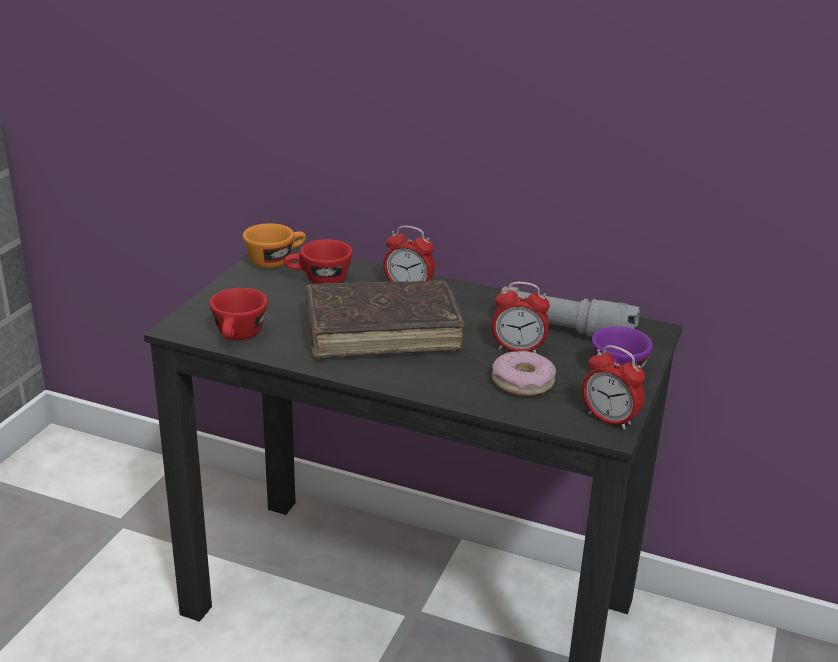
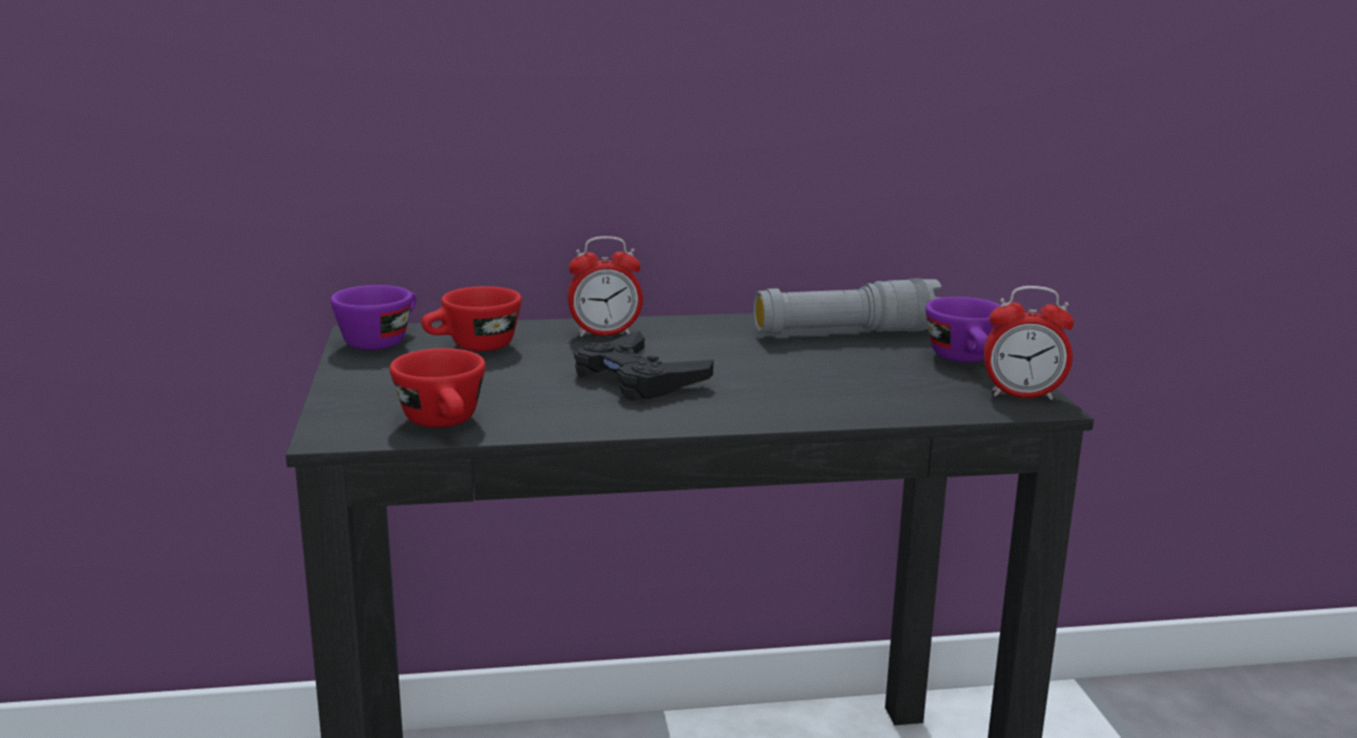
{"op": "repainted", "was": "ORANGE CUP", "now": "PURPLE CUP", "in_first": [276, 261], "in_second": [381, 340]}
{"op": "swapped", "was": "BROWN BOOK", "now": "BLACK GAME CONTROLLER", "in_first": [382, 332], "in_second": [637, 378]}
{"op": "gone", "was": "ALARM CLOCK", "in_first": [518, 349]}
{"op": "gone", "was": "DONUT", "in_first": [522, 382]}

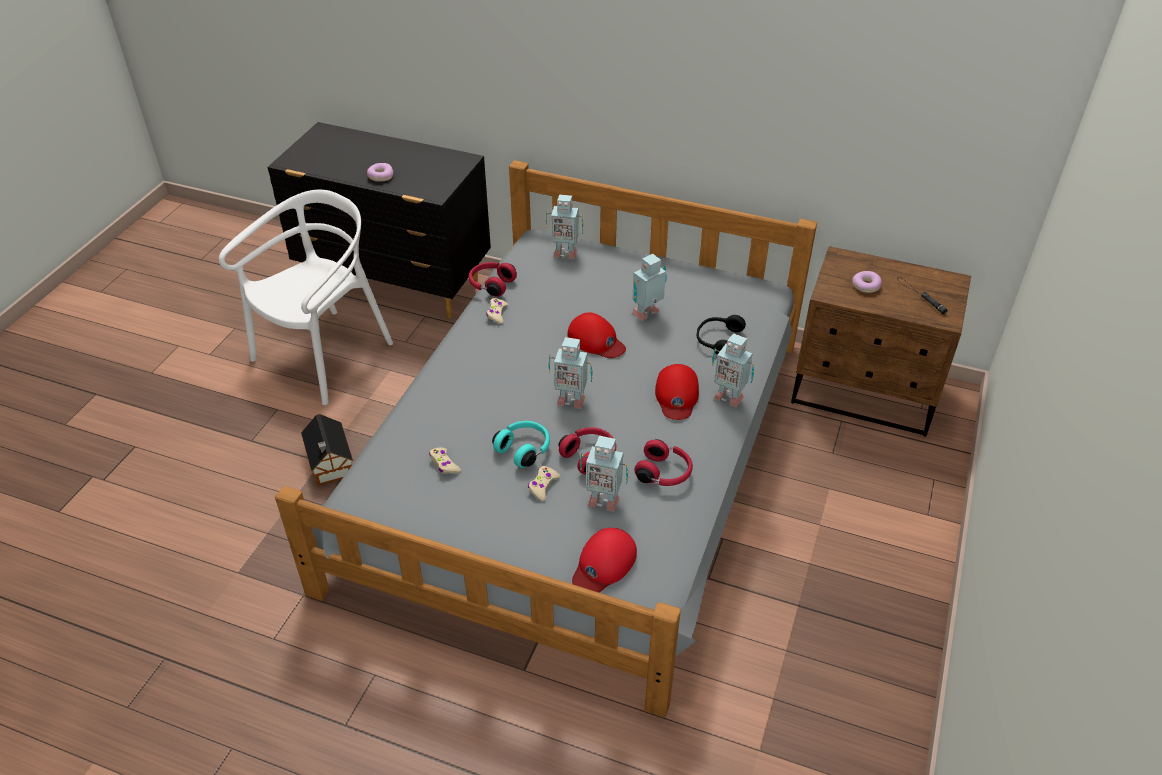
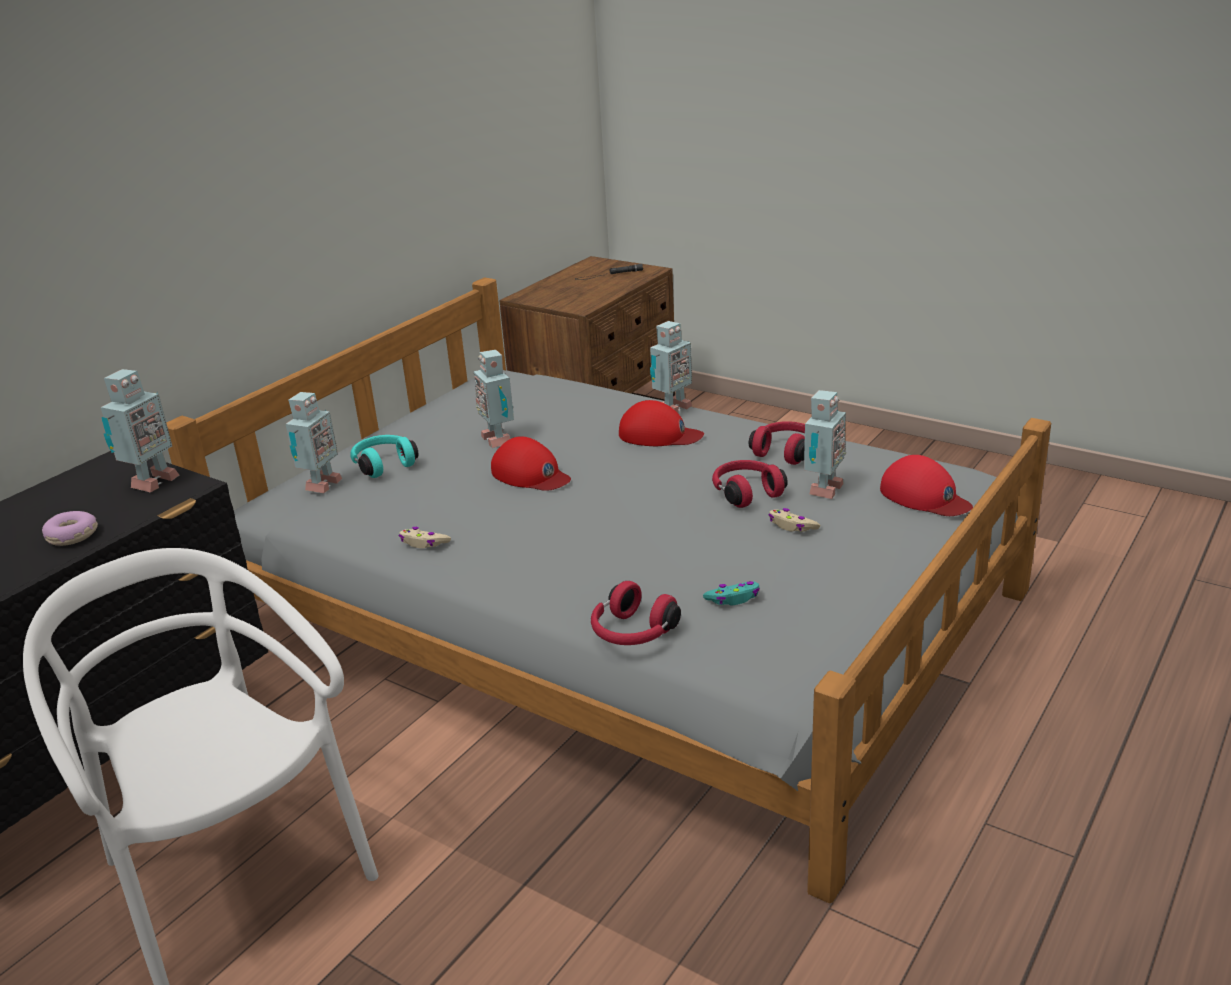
{"op": "shifted", "was": "TOY ROBOT", "in_first": [570, 399], "in_second": [151, 482]}
{"op": "shifted", "was": "TURQUOISE HEADPHONES", "in_first": [524, 449], "in_second": [383, 465]}
{"op": "rotated", "was": "RED CAP", "in_first": [596, 340], "in_second": [531, 474], "clockwise": 75}
{"op": "shifted", "was": "RED HEADPHONES", "in_first": [491, 285], "in_second": [632, 633]}
{"op": "repainted", "was": "BEIGE GAME CONTROLLER", "now": "TURQUOISE GAME CONTROLLER", "in_first": [444, 464], "in_second": [733, 599]}
{"op": "gone", "was": "TOY HOUSE", "in_first": [330, 464]}
{"op": "gone", "was": "BLACK HEADPHONES", "in_first": [717, 340]}
{"op": "gone", "was": "DONUT", "in_first": [866, 286]}

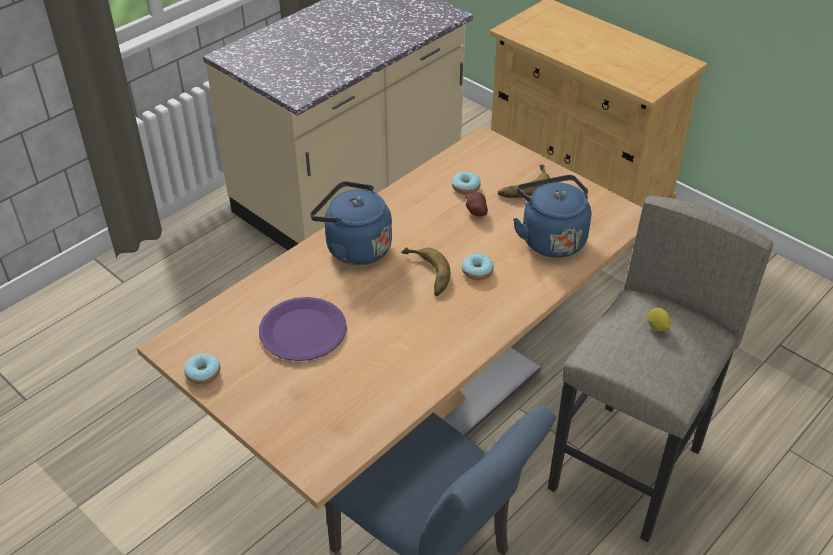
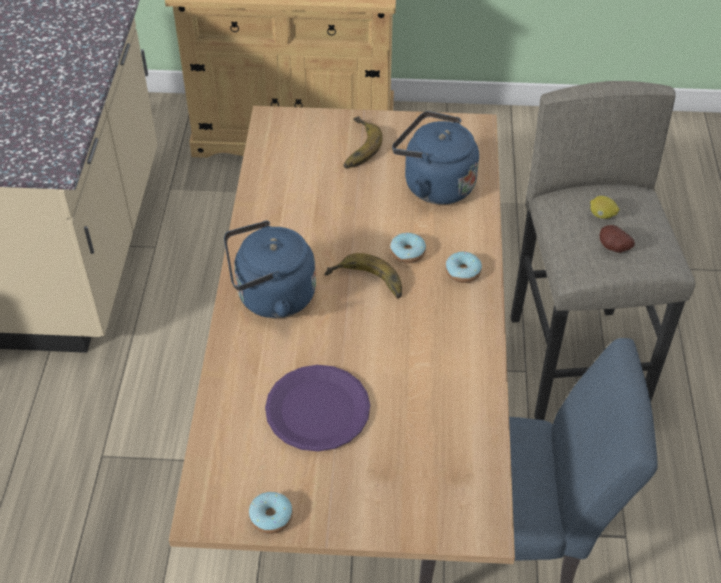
{"op": "shifted", "was": "DONUT", "in_first": [465, 187], "in_second": [462, 272]}
{"op": "shifted", "was": "POTATO", "in_first": [475, 212], "in_second": [613, 248]}

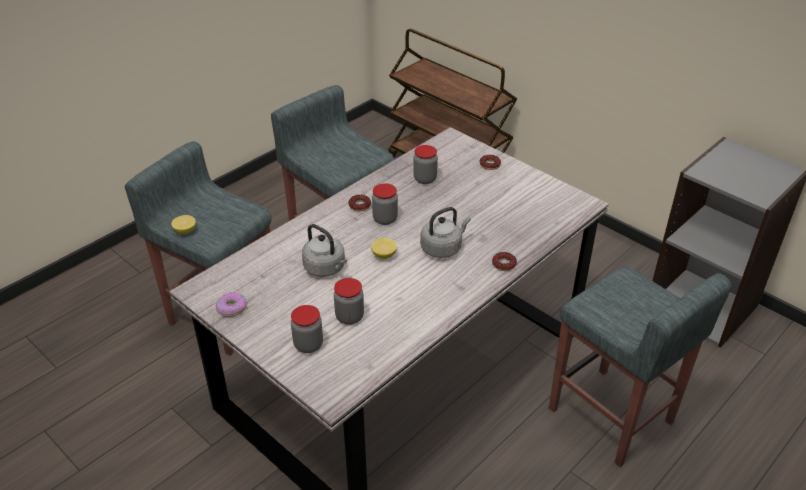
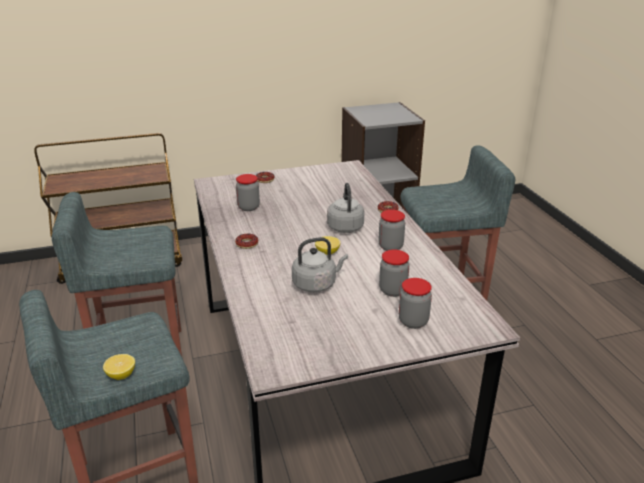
{"op": "shifted", "was": "JAR", "in_first": [385, 219], "in_second": [390, 247]}
{"op": "gone", "was": "DONUT", "in_first": [231, 308]}

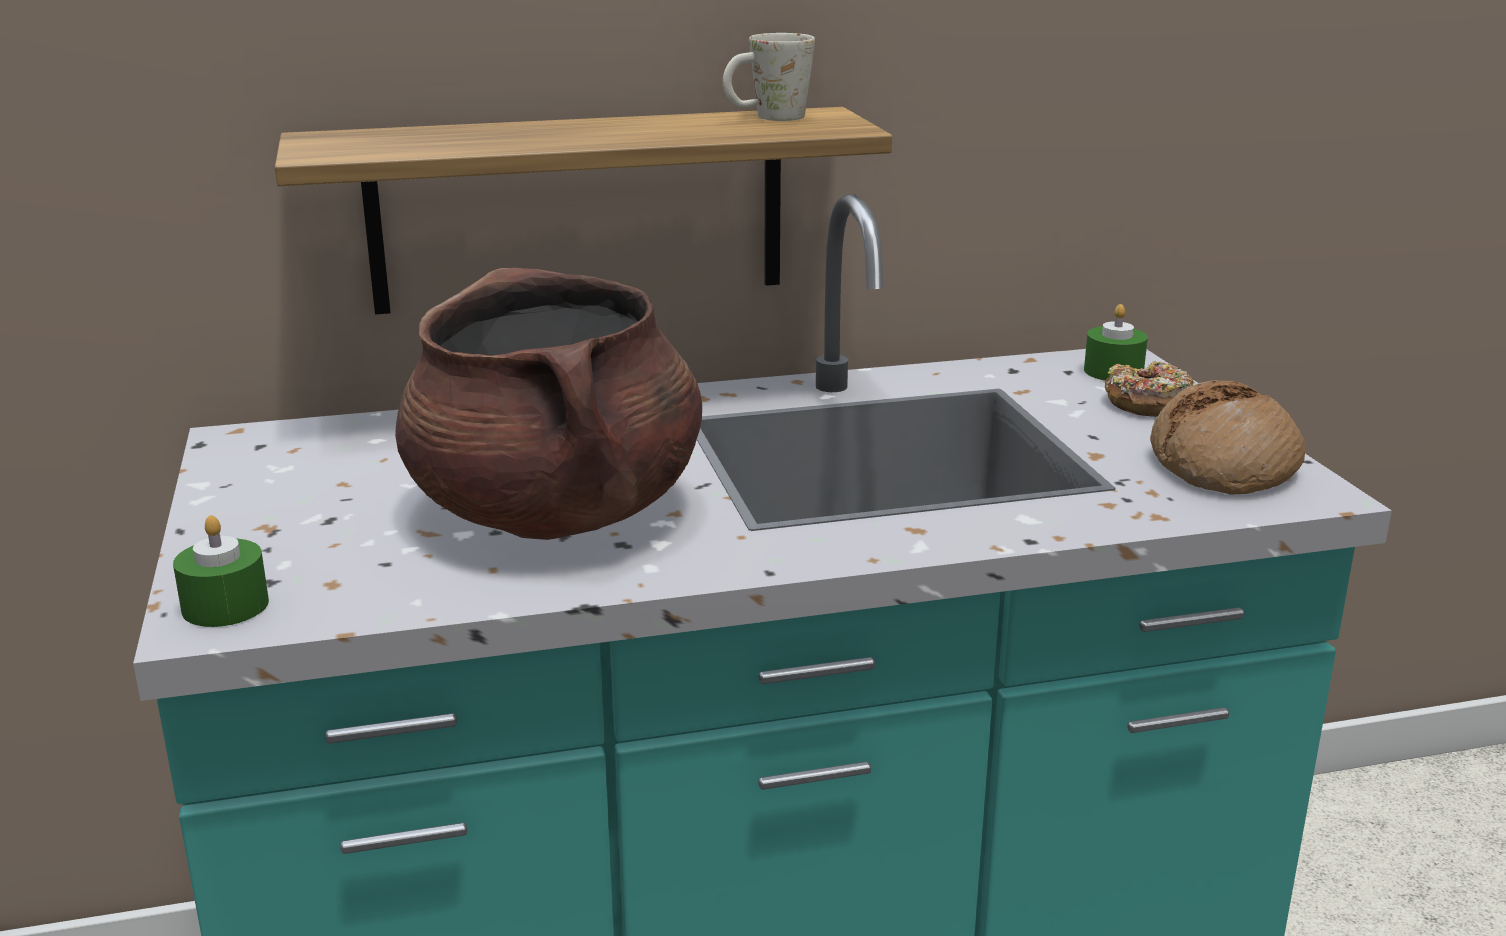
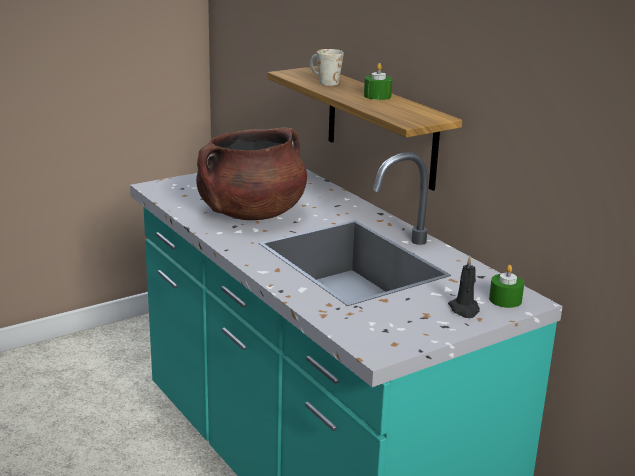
{"op": "shifted", "was": "WHITE MUG", "in_first": [767, 118], "in_second": [323, 82]}
{"op": "shifted", "was": "GREEN CANDLE", "in_first": [225, 606], "in_second": [377, 96]}
{"op": "swapped", "was": "DONUT", "now": "BLACK CANDLE", "in_first": [1148, 404], "in_second": [464, 309]}
{"op": "gone", "was": "BREAD", "in_first": [1224, 465]}

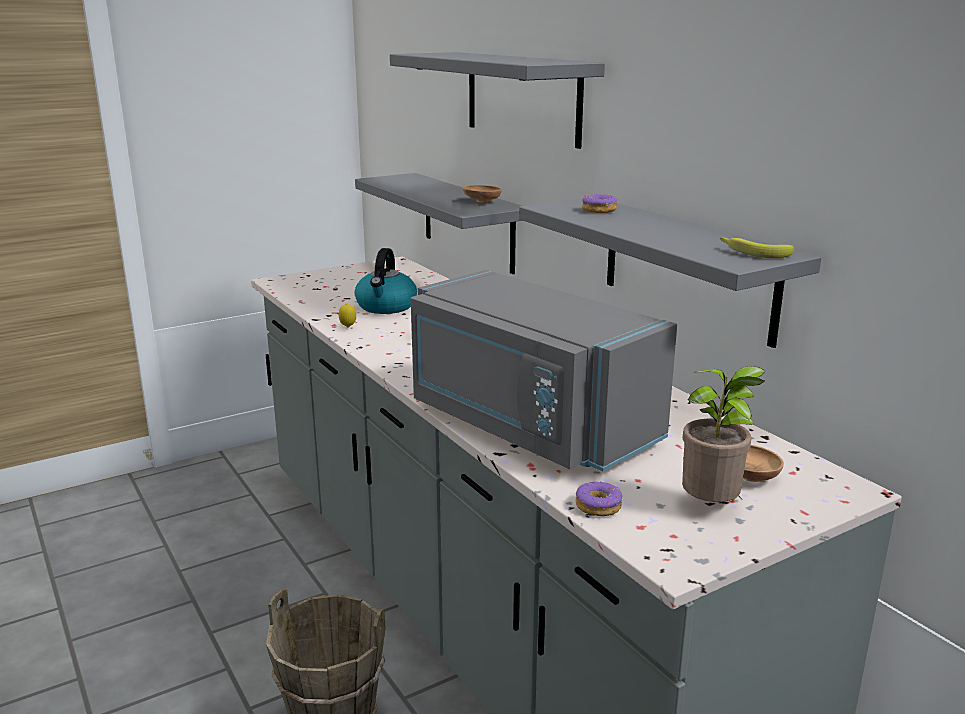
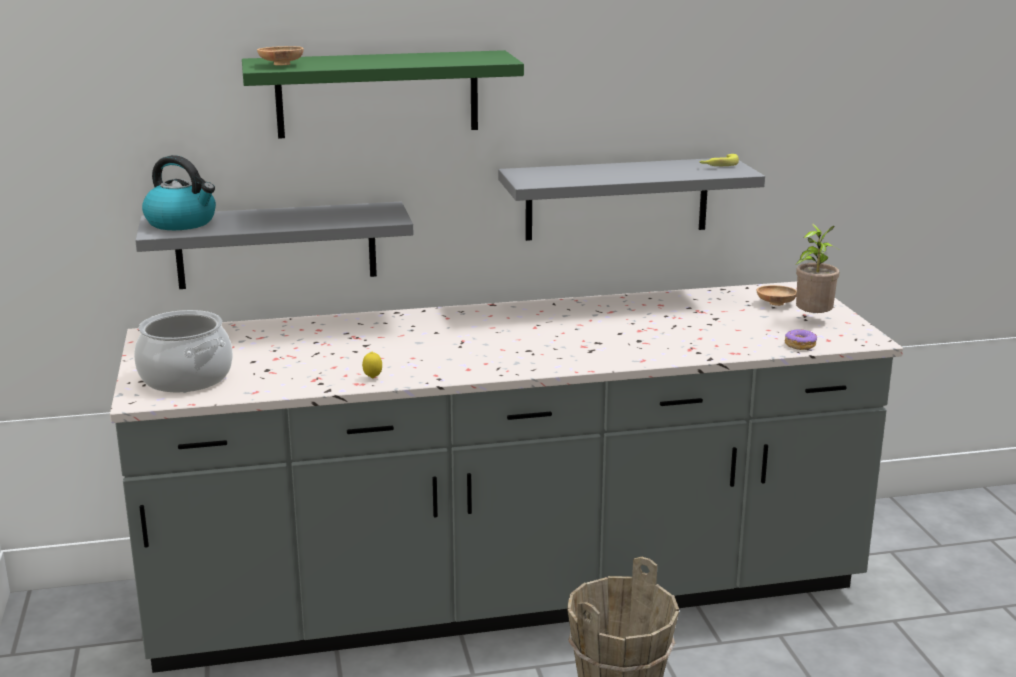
{"op": "new", "now": "COOKING POT", "in_second": [185, 378]}
{"op": "shifted", "was": "KETTLE", "in_first": [386, 307], "in_second": [182, 223]}
{"op": "repainted", "was": "GREY SHELF", "now": "GREEN SHELF", "in_first": [522, 97], "in_second": [377, 94]}
{"op": "shifted", "was": "BROWN BOWL", "in_first": [482, 202], "in_second": [281, 65]}
{"op": "gone", "was": "GREY MICROWAVE", "in_first": [527, 425]}
{"op": "gone", "was": "DONUT", "in_first": [599, 210]}

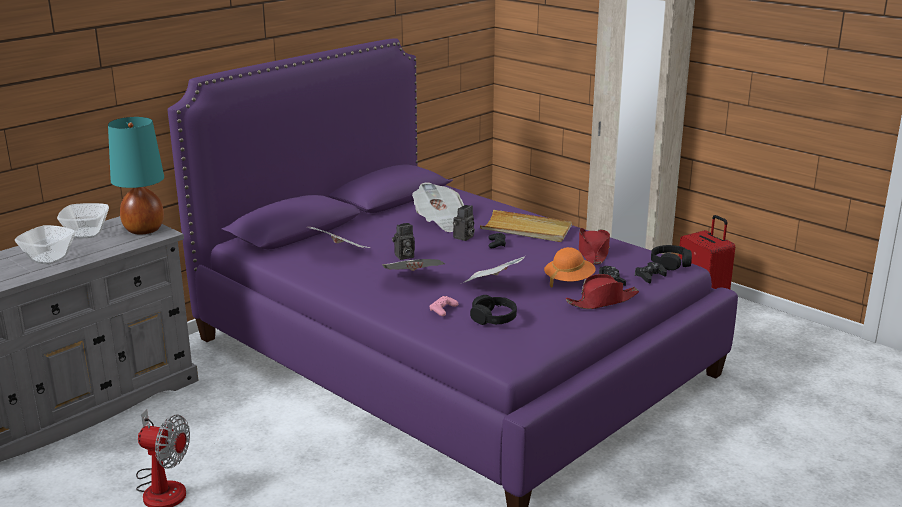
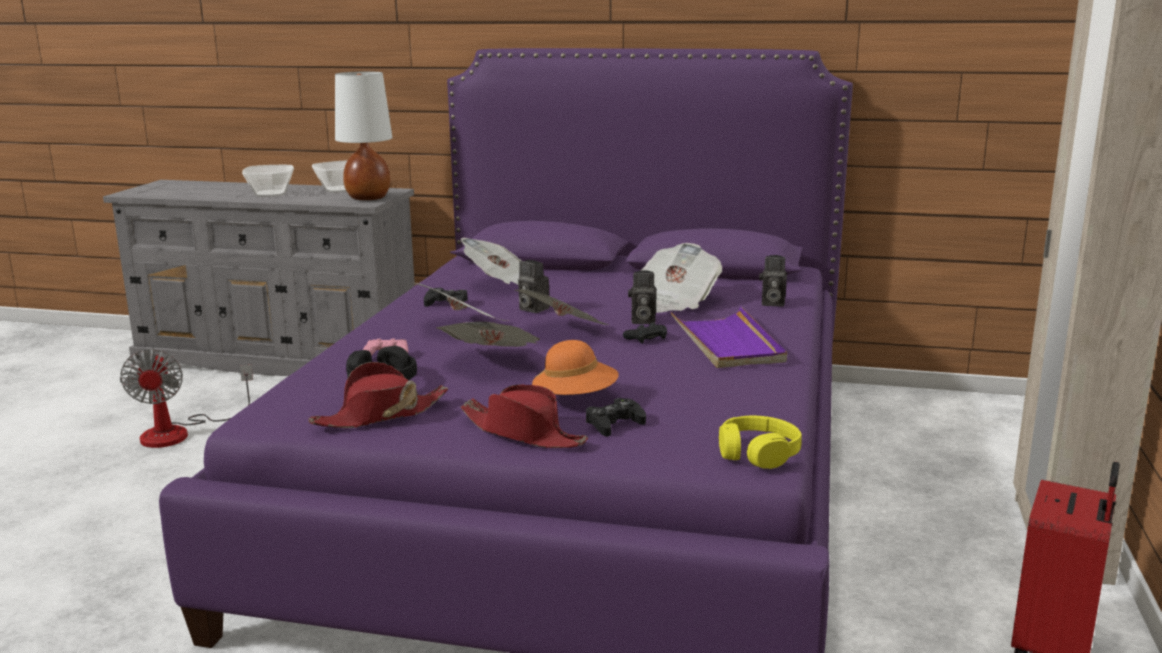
{"op": "shifted", "was": "RED HAT", "in_first": [593, 252], "in_second": [380, 415]}
{"op": "repainted", "was": "TURQUOISE TABLE LAMP", "now": "WHITE TABLE LAMP", "in_first": [143, 230], "in_second": [368, 198]}
{"op": "shifted", "was": "BLACK GAME CONTROLLER", "in_first": [650, 276], "in_second": [447, 304]}
{"op": "new", "now": "NEWSPAPER", "in_second": [565, 332]}
{"op": "repainted", "was": "BEIGE TRAY", "now": "PURPLE TRAY", "in_first": [526, 230], "in_second": [727, 343]}
{"op": "repainted", "was": "BLACK HEADPHONES", "now": "YELLOW HEADPHONES", "in_first": [671, 263], "in_second": [757, 453]}
{"op": "new", "now": "PHOTO CAMERA", "in_second": [771, 303]}

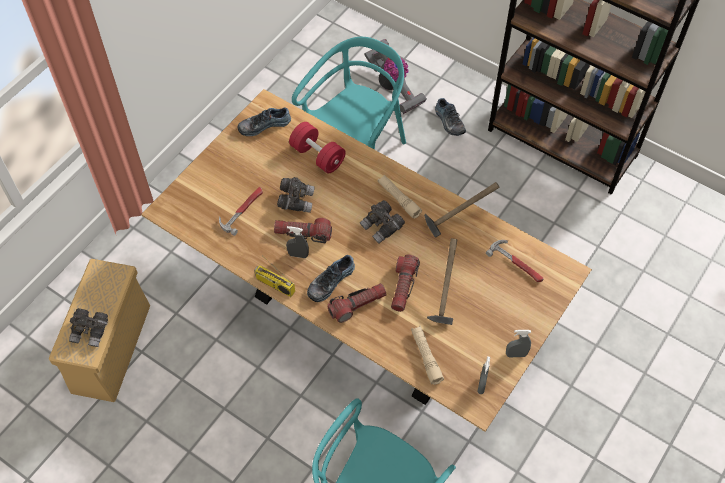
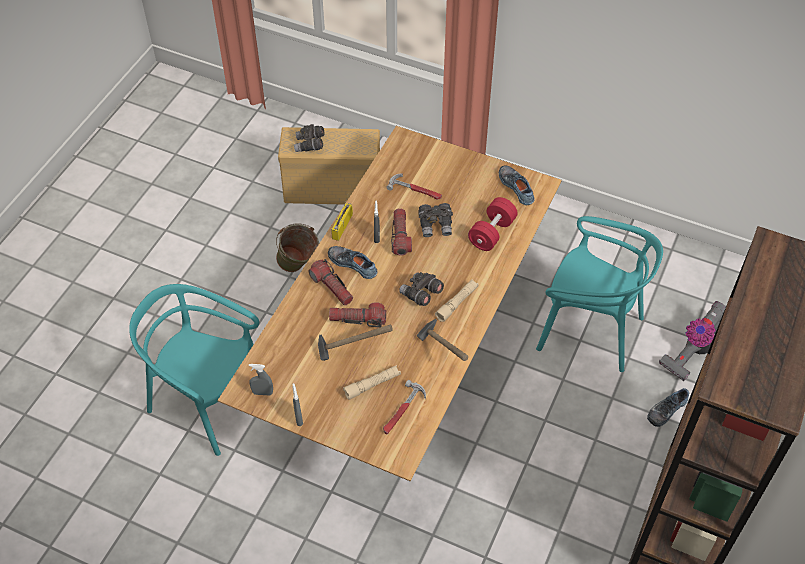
{"op": "new", "now": "GREEN BUCKET", "in_second": [299, 267]}
{"op": "shifted", "was": "BEIGE FLASHLIGHT", "in_first": [426, 357], "in_second": [372, 385]}

